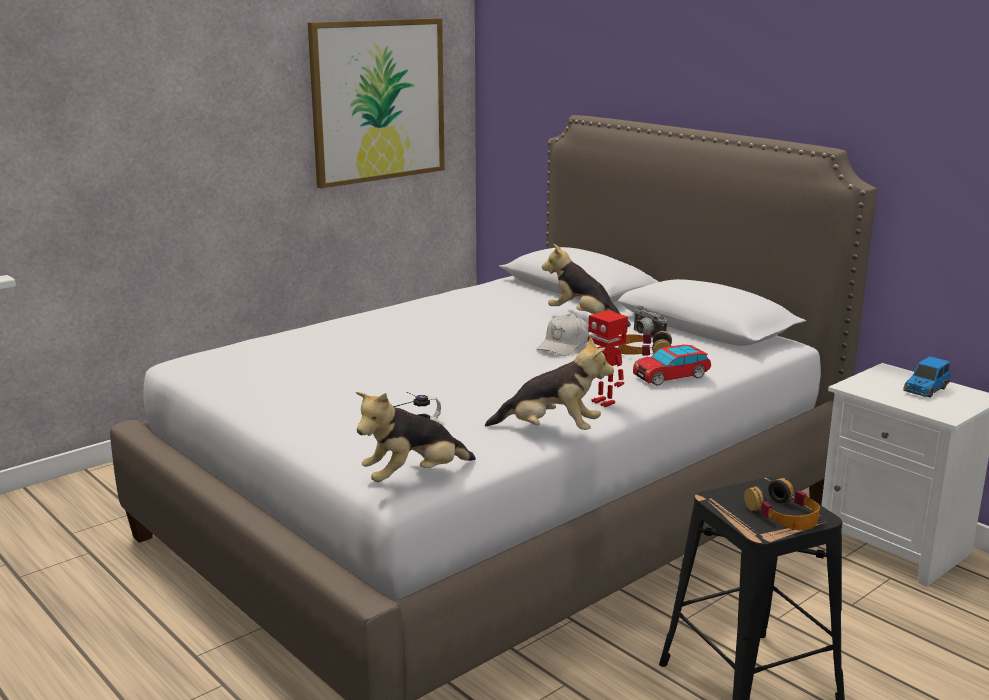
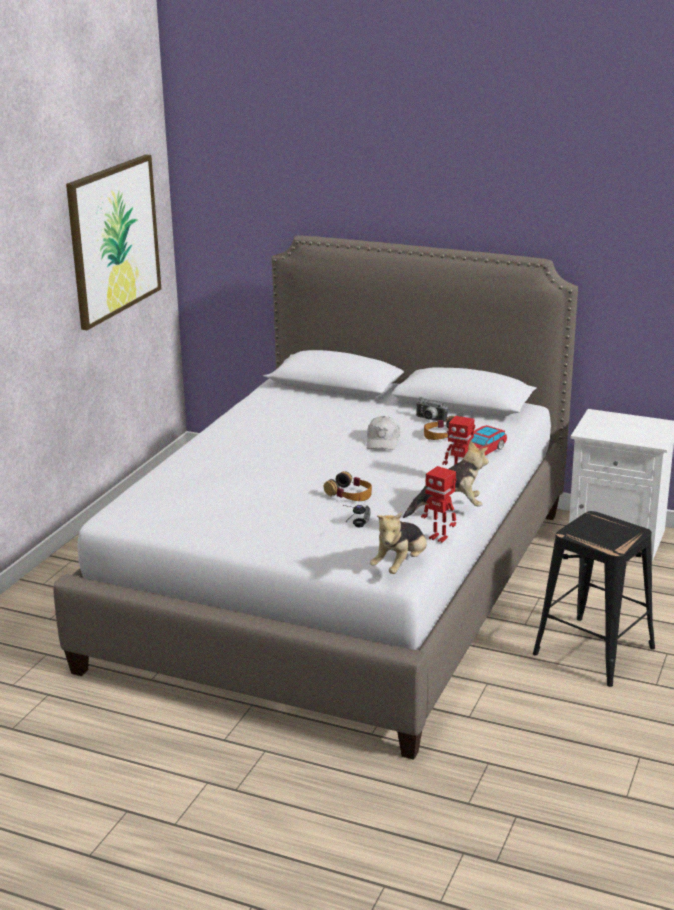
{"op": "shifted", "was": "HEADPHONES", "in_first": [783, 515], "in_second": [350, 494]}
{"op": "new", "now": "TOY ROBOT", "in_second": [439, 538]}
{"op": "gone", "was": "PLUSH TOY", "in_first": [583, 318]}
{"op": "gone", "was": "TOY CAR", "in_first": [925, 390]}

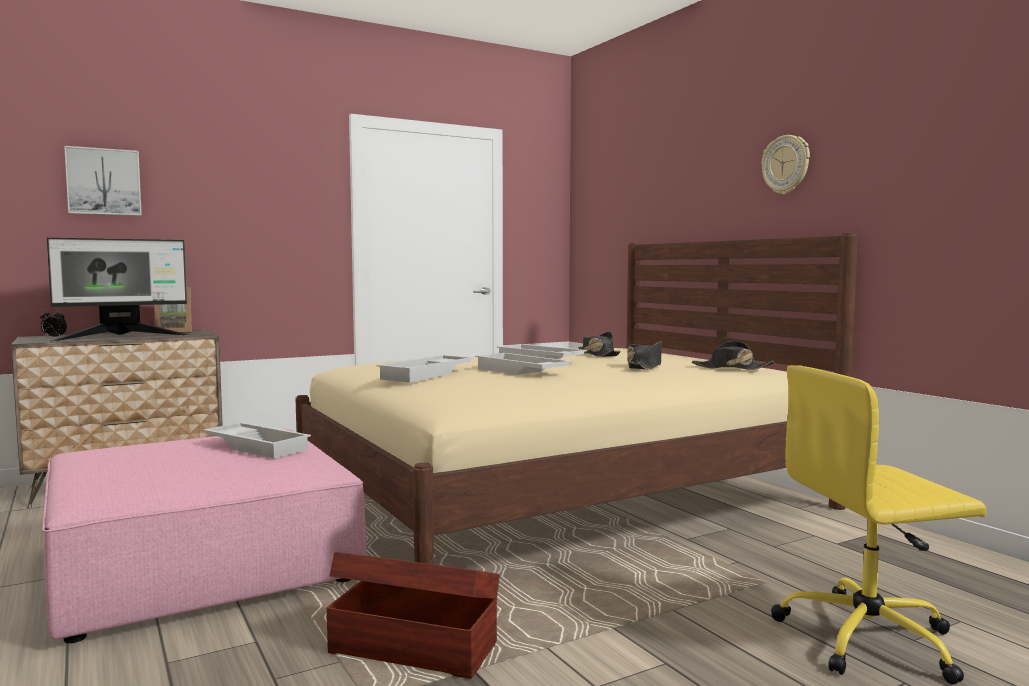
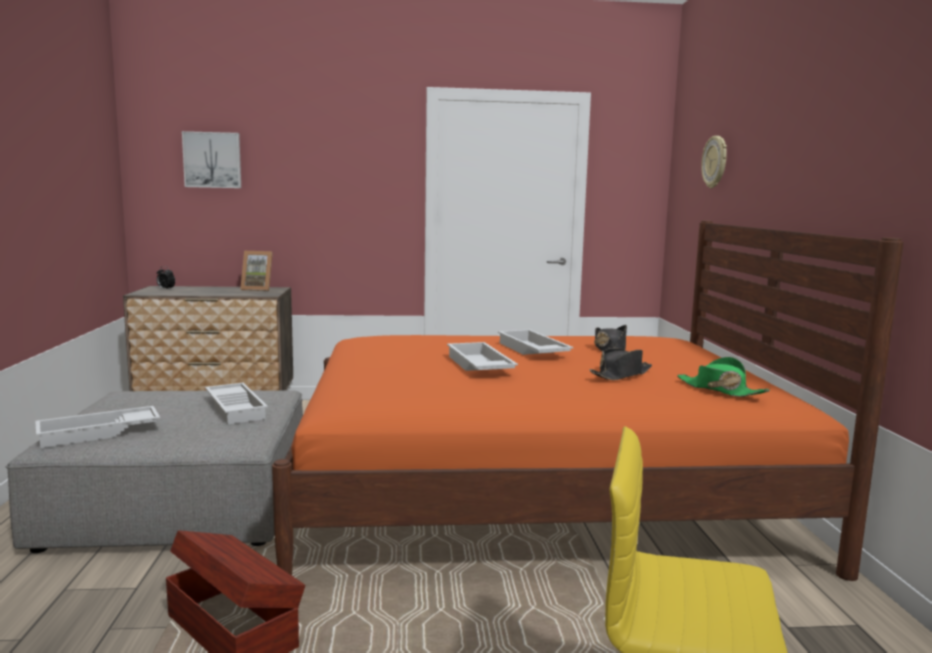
{"op": "repainted", "was": "PINK OTTOMAN", "now": "GREY OTTOMAN", "in_first": [202, 564], "in_second": [182, 501]}
{"op": "shifted", "was": "WHITE TRAY", "in_first": [427, 375], "in_second": [98, 433]}
{"op": "repainted", "was": "BEIGE BED", "now": "ORANGE BED", "in_first": [560, 499], "in_second": [537, 496]}
{"op": "repainted", "was": "BLACK HAT", "now": "GREEN HAT", "in_first": [731, 368], "in_second": [720, 390]}
{"op": "shifted", "was": "WALL CLOCK", "in_first": [786, 165], "in_second": [715, 162]}
{"op": "gone", "was": "MONITOR", "in_first": [122, 337]}

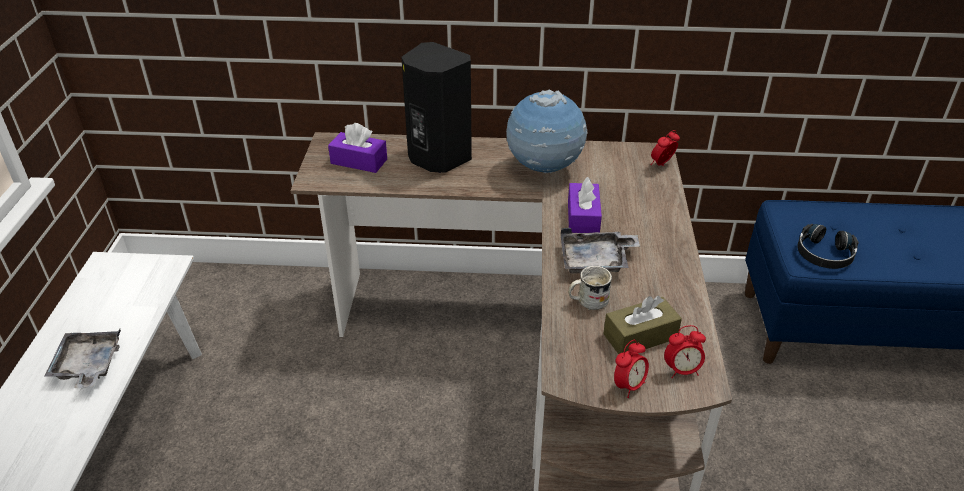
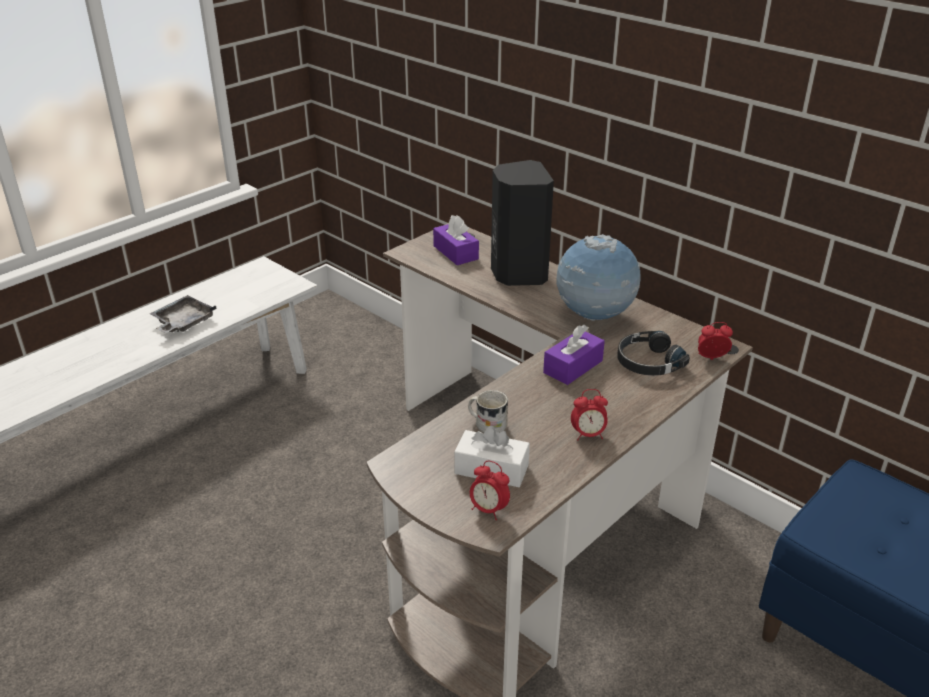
{"op": "repainted", "was": "BROWN TISSUE BOX", "now": "WHITE TISSUE BOX", "in_first": [640, 336], "in_second": [491, 469]}
{"op": "shifted", "was": "ALARM CLOCK", "in_first": [628, 386], "in_second": [588, 435]}
{"op": "shifted", "was": "BLACK HEADPHONES", "in_first": [824, 254], "in_second": [648, 362]}
{"op": "gone", "was": "GREY TRAY", "in_first": [596, 261]}

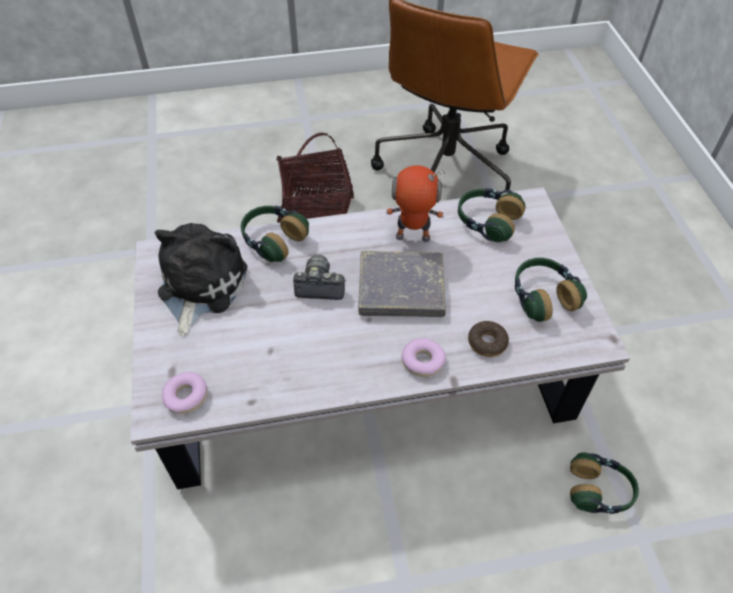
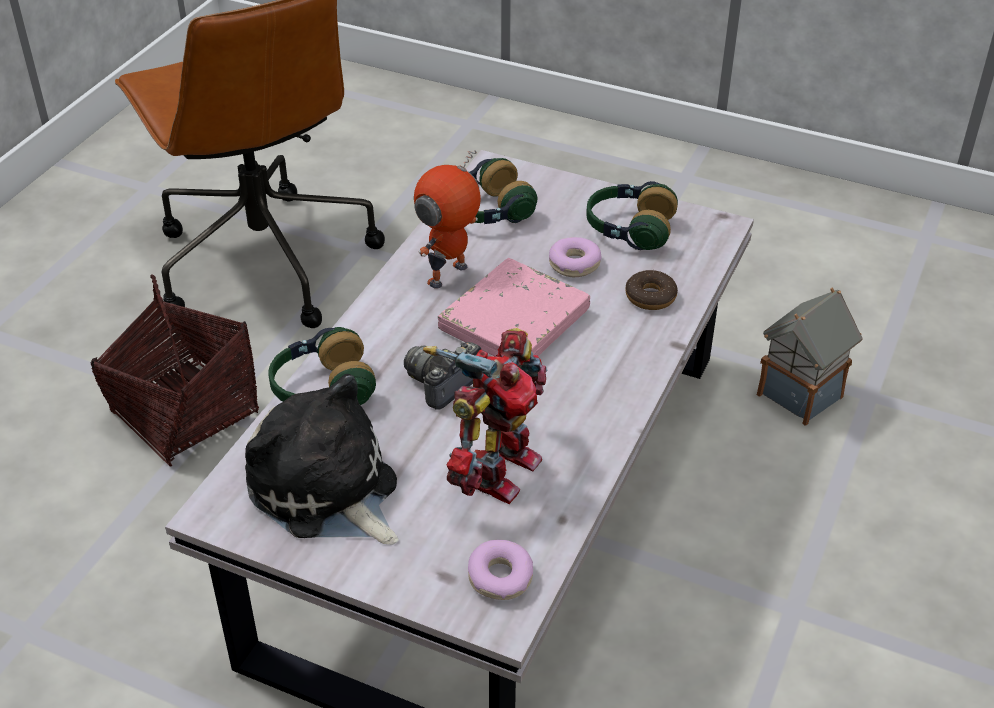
{"op": "new", "now": "TOY ROBOT", "in_second": [496, 469]}
{"op": "repainted", "was": "GREY BOOK", "now": "PINK BOOK", "in_first": [401, 288], "in_second": [515, 321]}
{"op": "shifted", "was": "DONUT", "in_first": [422, 361], "in_second": [574, 264]}
{"op": "swapped", "was": "HEADPHONES", "now": "TOY HOUSE", "in_first": [599, 491], "in_second": [800, 394]}

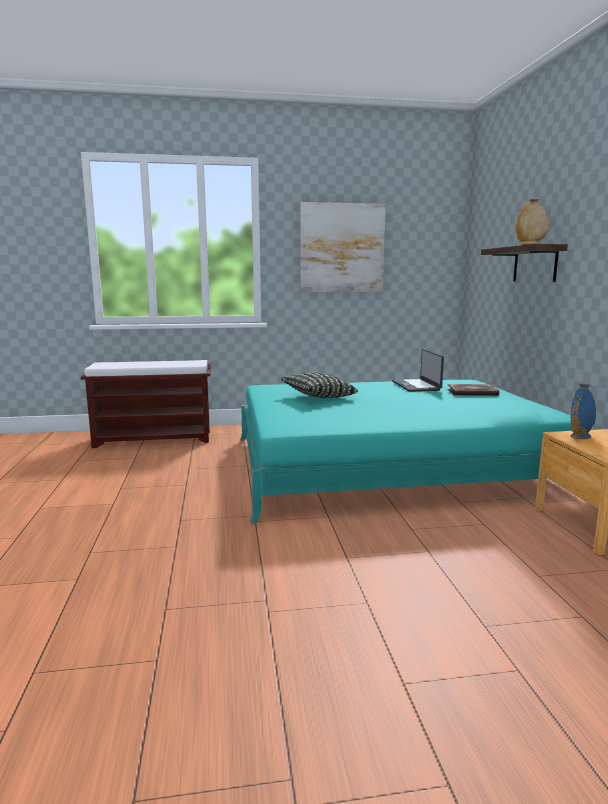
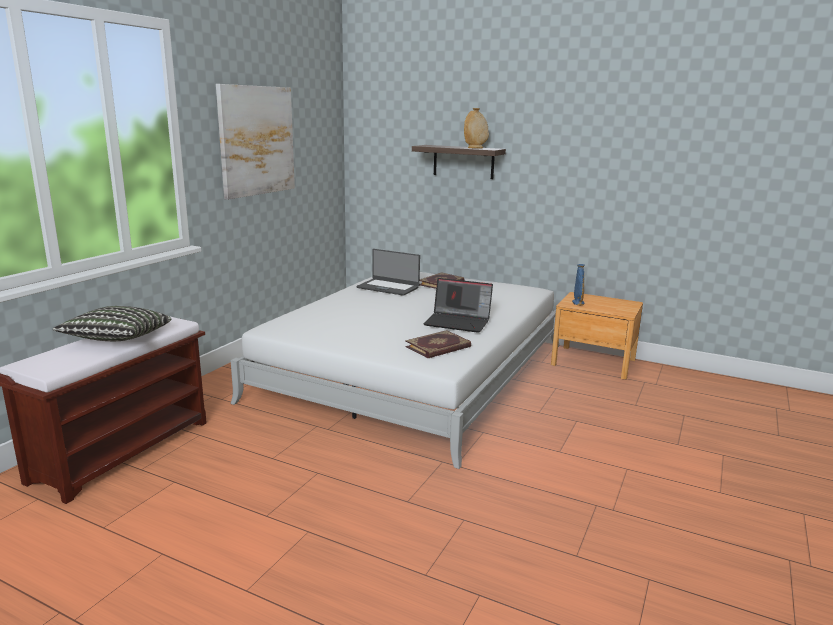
{"op": "shifted", "was": "PILLOW", "in_first": [318, 397], "in_second": [117, 340]}
{"op": "repainted", "was": "TURQUOISE BED", "now": "WHITE BED", "in_first": [389, 465], "in_second": [414, 371]}
{"op": "new", "now": "BOOK", "in_second": [438, 347]}
{"op": "new", "now": "LAPTOP", "in_second": [458, 322]}

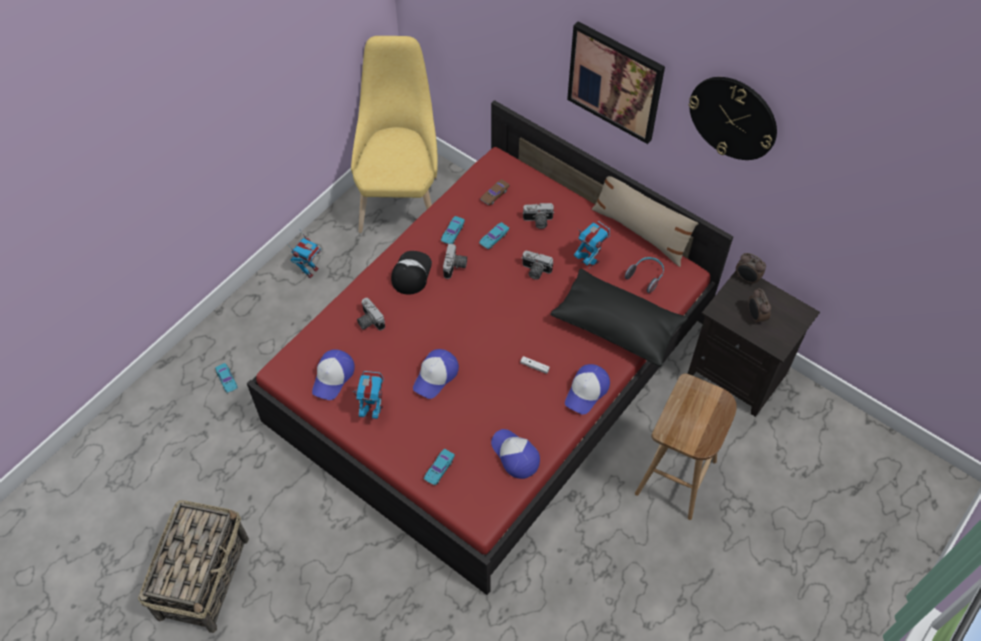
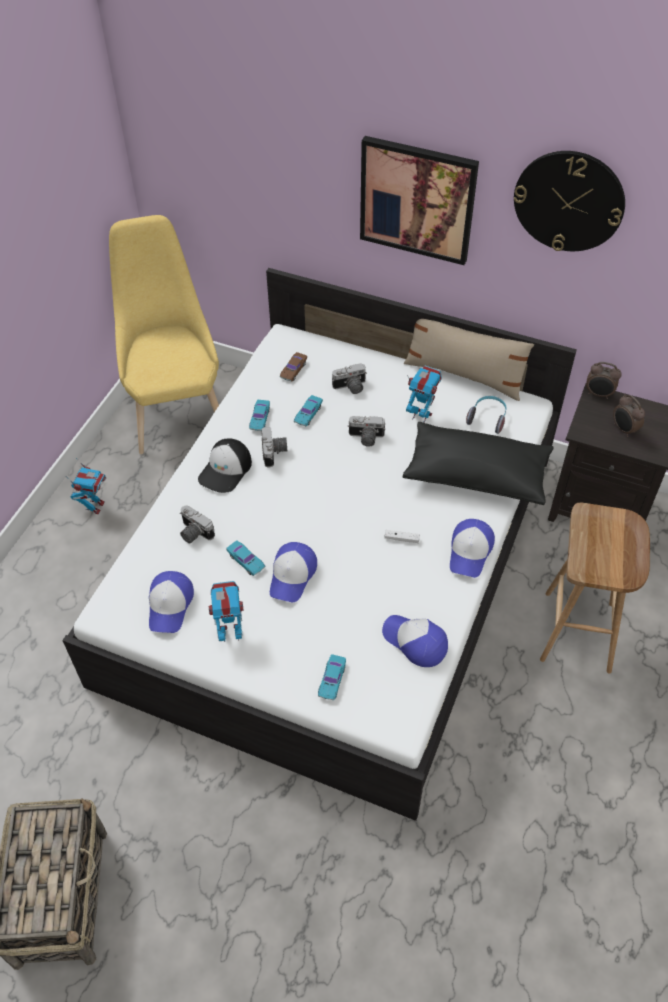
{"op": "repainted", "was": "RED BED", "now": "WHITE BED", "in_first": [490, 369], "in_second": [334, 565]}
{"op": "rotated", "was": "CAP", "in_first": [411, 273], "in_second": [226, 470], "clockwise": -150}
{"op": "shifted", "was": "TURQUOISE TOY CAR", "in_first": [227, 380], "in_second": [246, 560]}

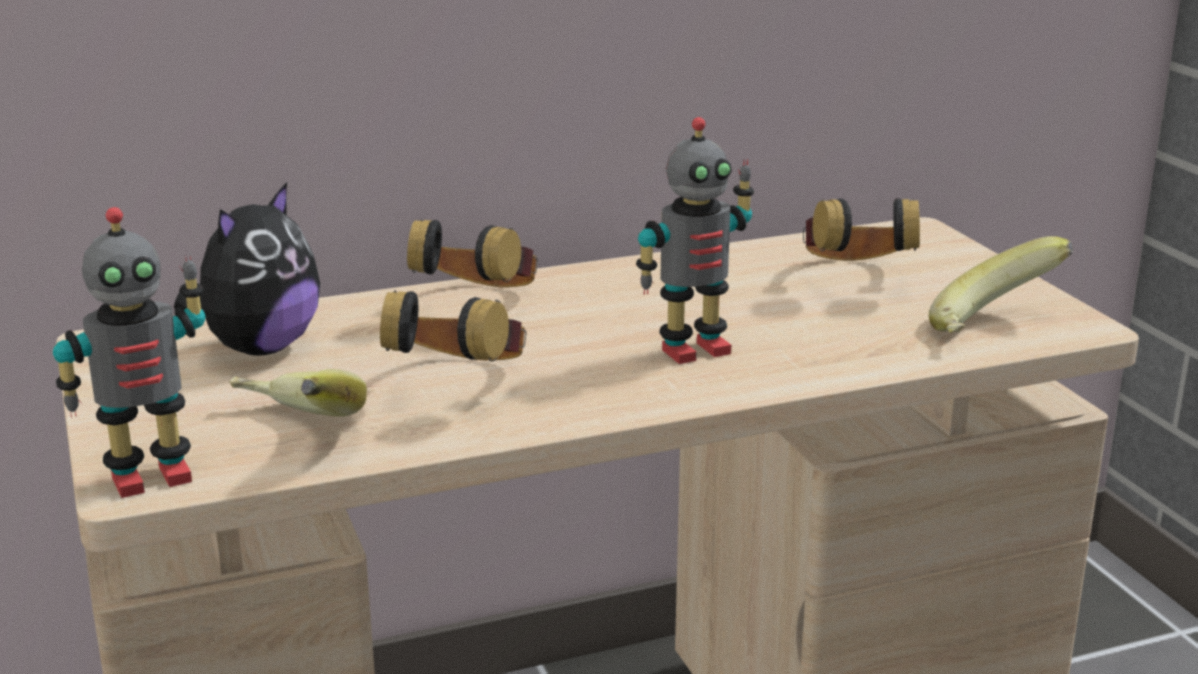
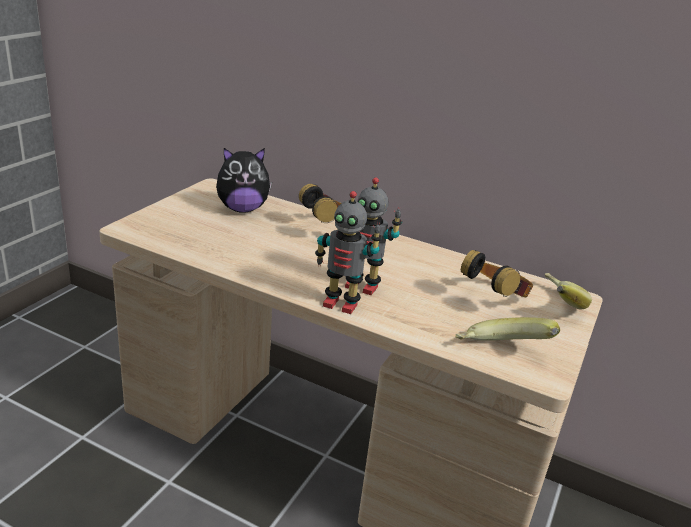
{"op": "shifted", "was": "TOY ROBOT", "in_first": [150, 477], "in_second": [341, 304]}
{"op": "shifted", "was": "BANANA", "in_first": [292, 433], "in_second": [555, 305]}
{"op": "gone", "was": "HEADPHONES", "in_first": [460, 383]}

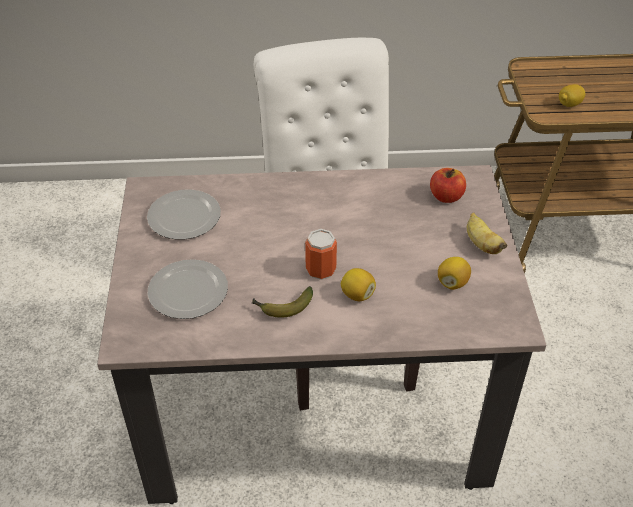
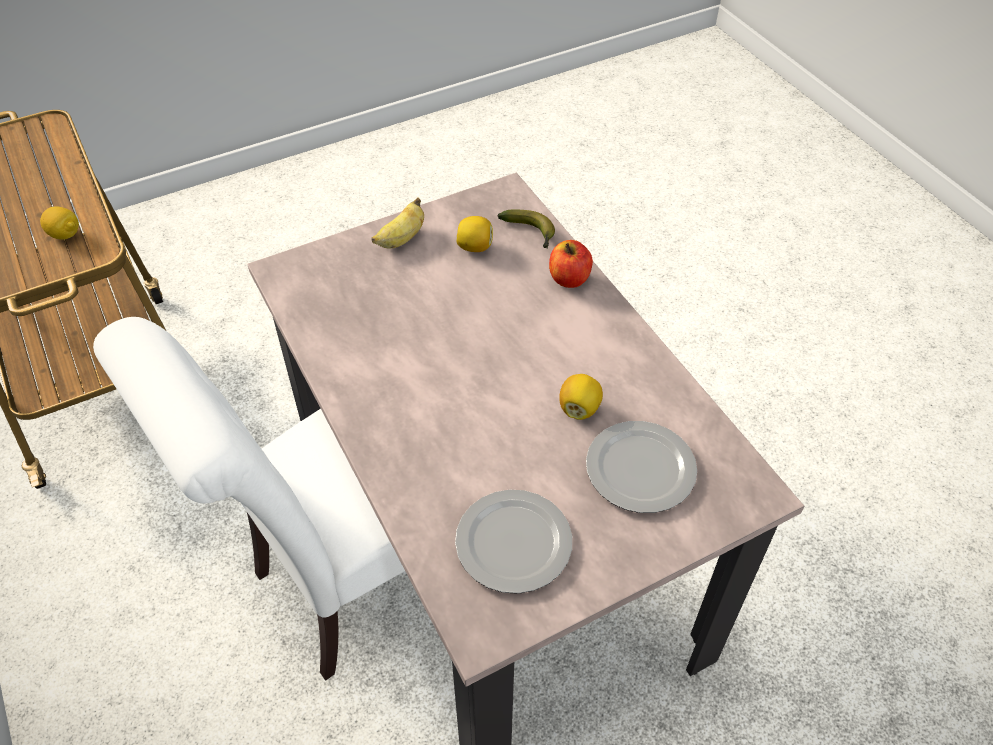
{"op": "shifted", "was": "BANANA", "in_first": [282, 307], "in_second": [531, 233]}
{"op": "shifted", "was": "APPLE", "in_first": [446, 196], "in_second": [569, 278]}
{"op": "shifted", "was": "LEMON", "in_first": [357, 295], "in_second": [579, 408]}
{"op": "gone", "was": "CAN", "in_first": [320, 270]}

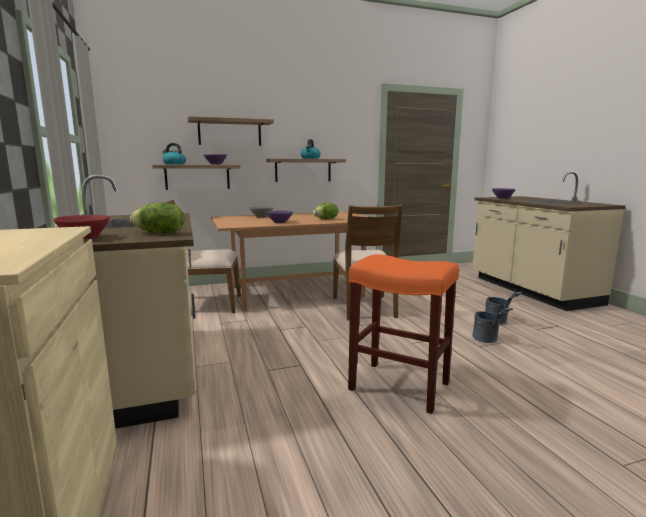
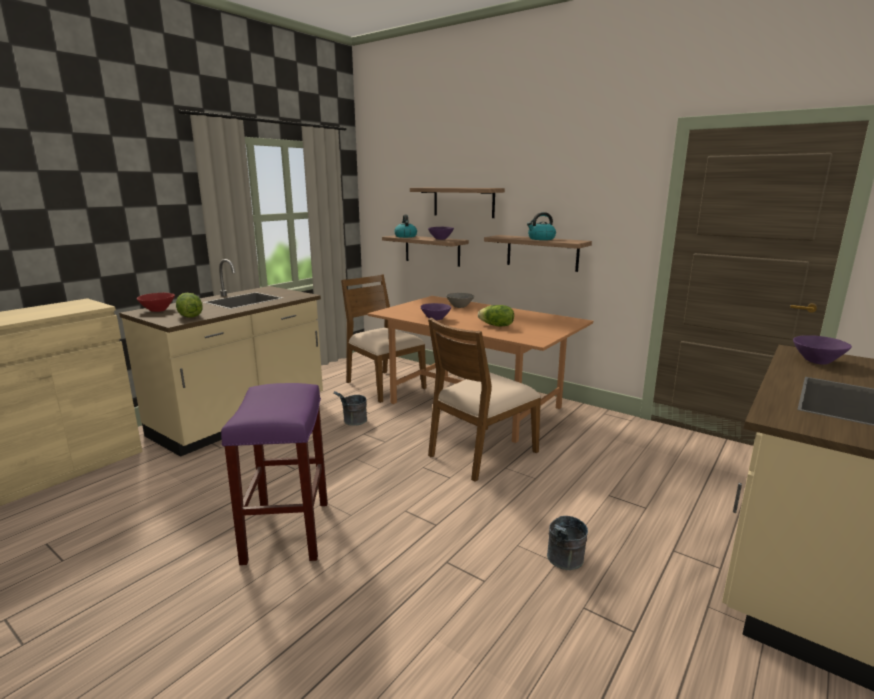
{"op": "repainted", "was": "ORANGE STOOL", "now": "PURPLE STOOL", "in_first": [397, 386], "in_second": [286, 530]}
{"op": "shifted", "was": "GREY BUCKET", "in_first": [488, 340], "in_second": [352, 422]}

